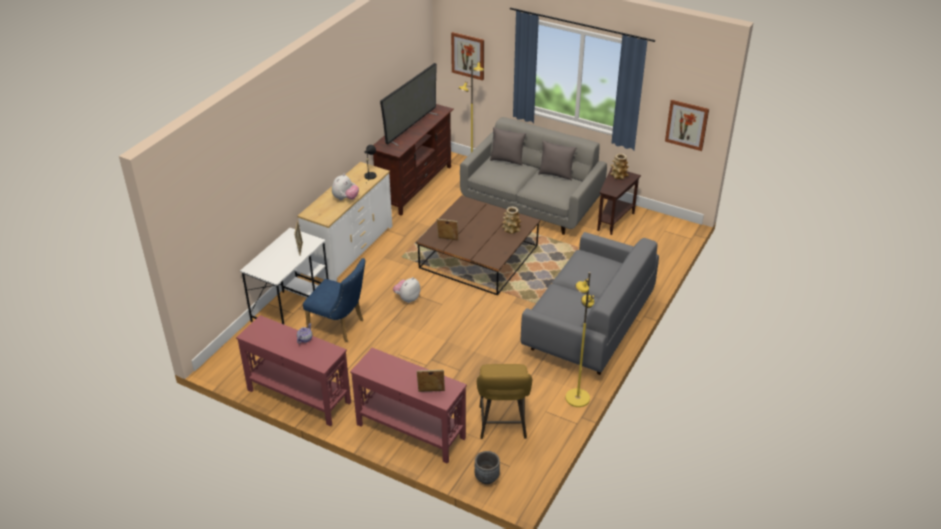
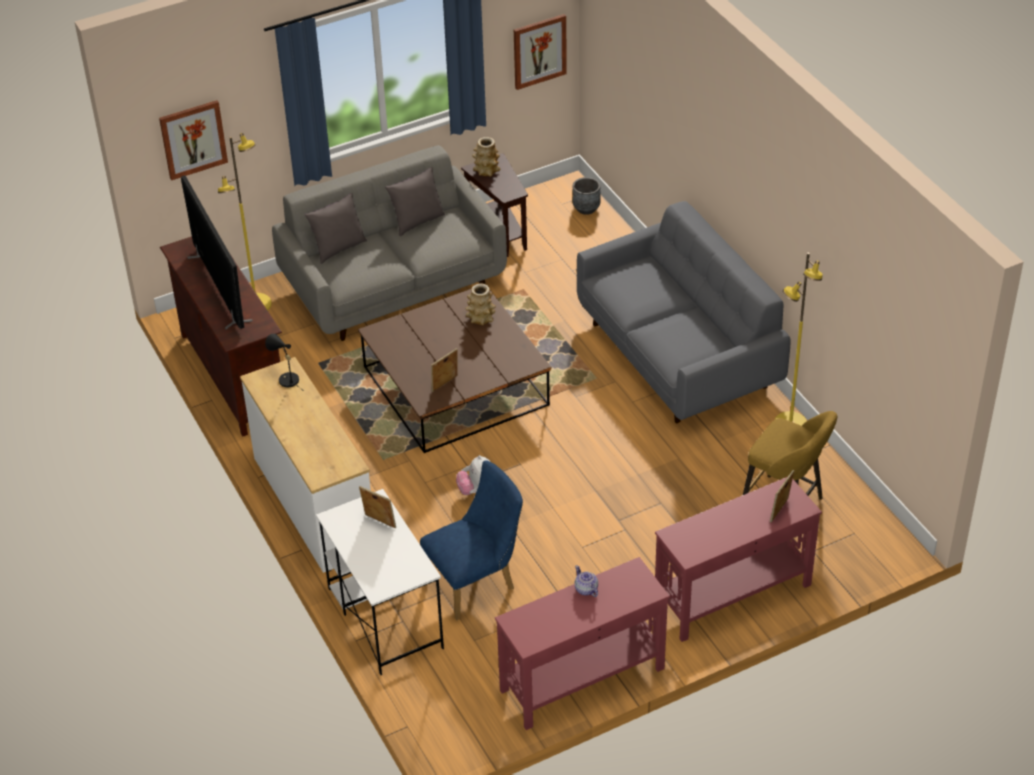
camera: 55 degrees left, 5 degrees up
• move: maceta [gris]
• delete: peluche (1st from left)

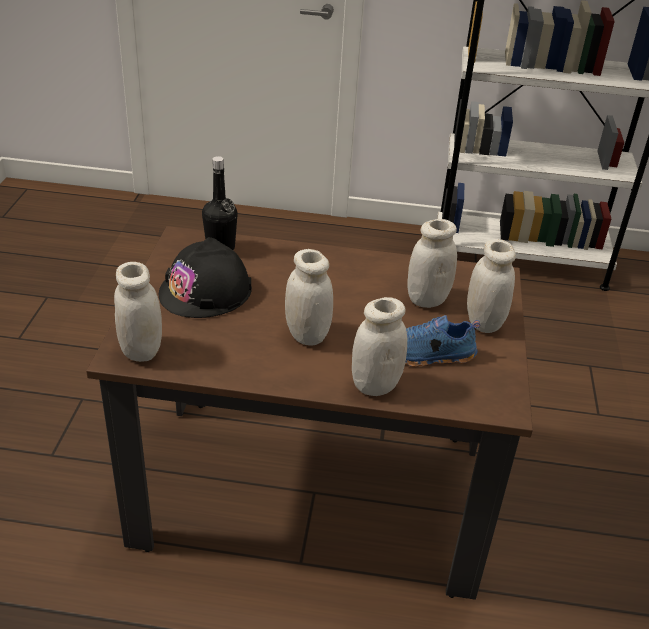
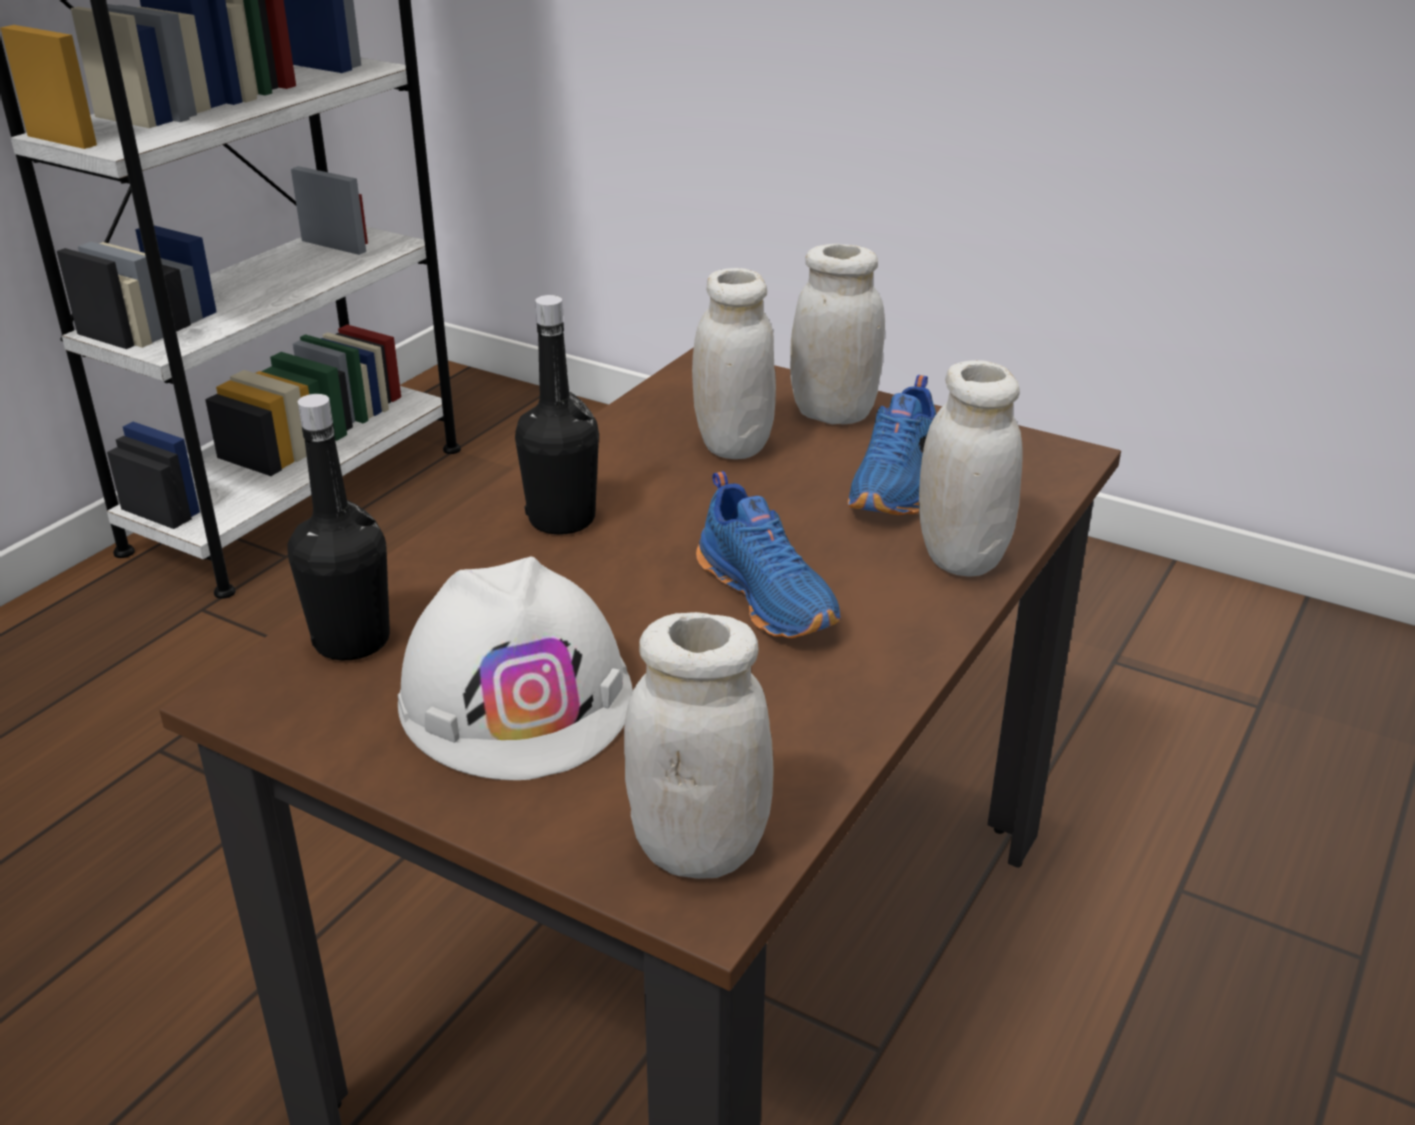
camera: 65 degrees left, 5 degrees down
• recolor: casco [negro] to casco [blanco]
• insert: botella [negro] (2nd from left)
• replace: tarro [blanco] (2nd from left) to zapato [azul] (1st from left)

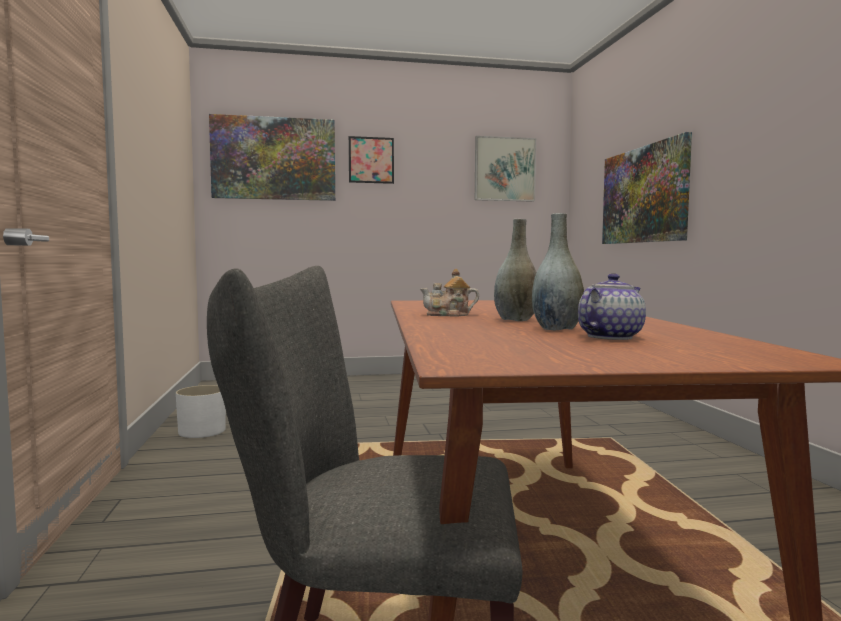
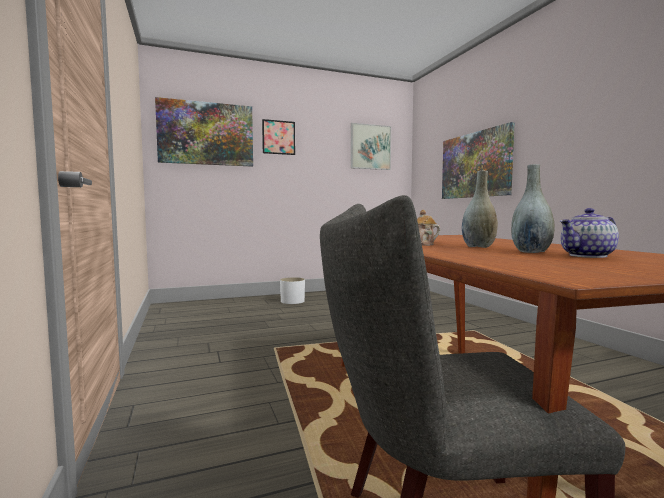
camera: 10 degrees left, 0 degrees up
• move: maceta [blanco]
• rotate: tetera (2nd from left) 150 degrees counterclockwise

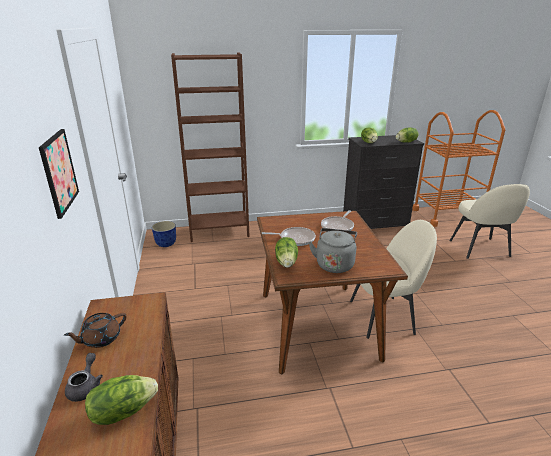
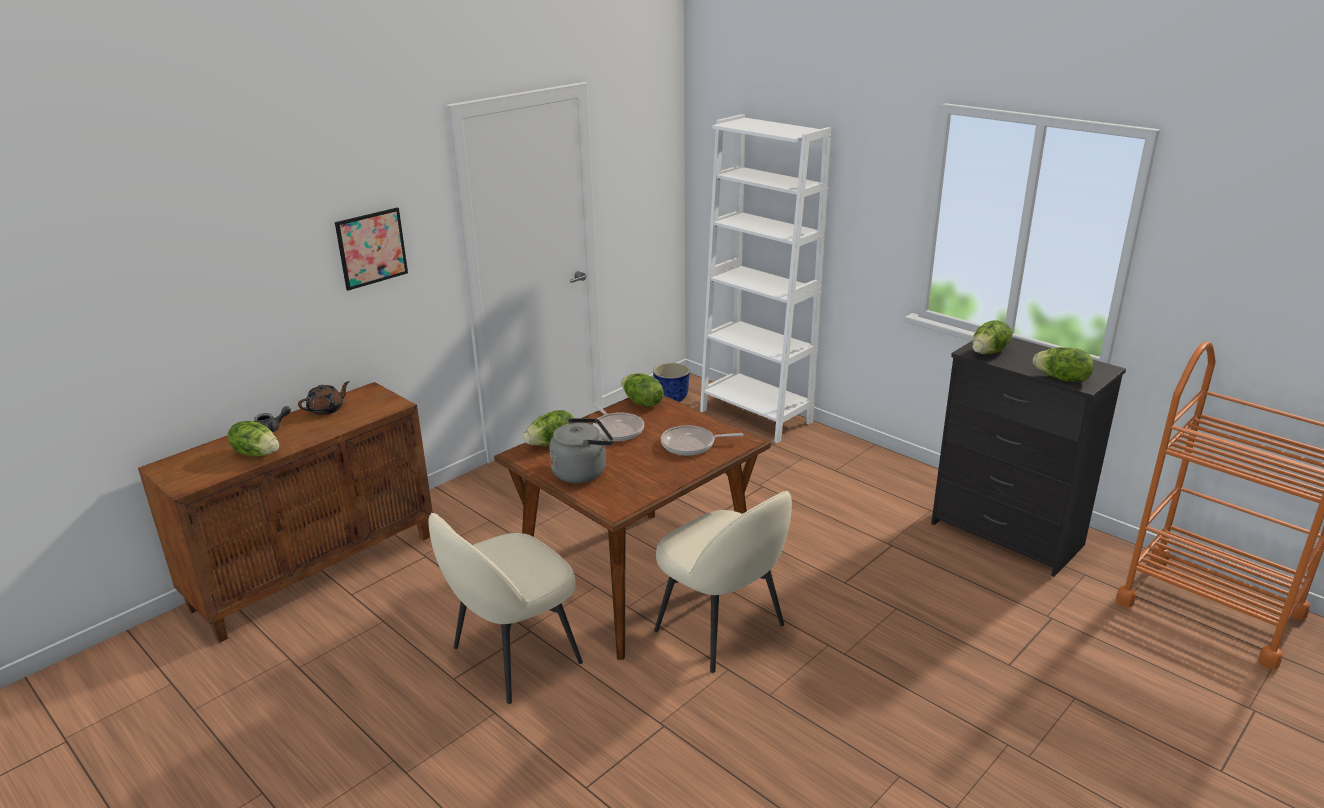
camera: 55 degrees right, 0 degrees up
• rotate: tetera [marrón] 120 degrees clockwise
• move: silla [beis] (2nd from left in the first image) to silla [beis] (1st from left)
• insert: lechuga (3rd from left)
• recolor: estantería [marrón] to estantería [blanco]

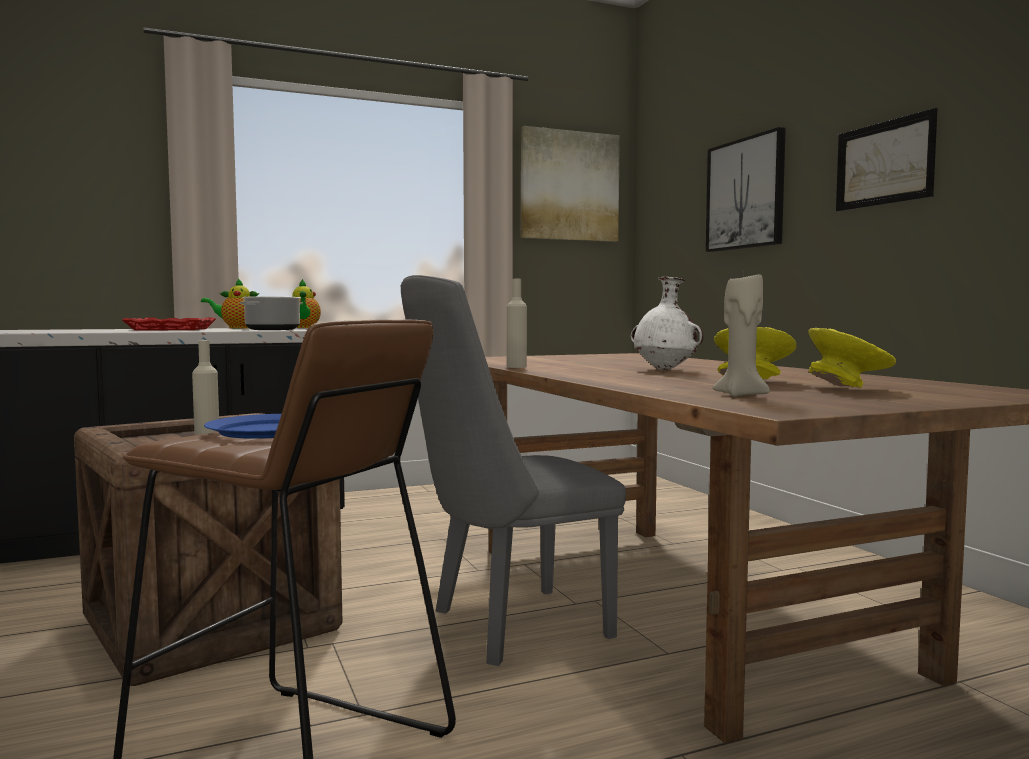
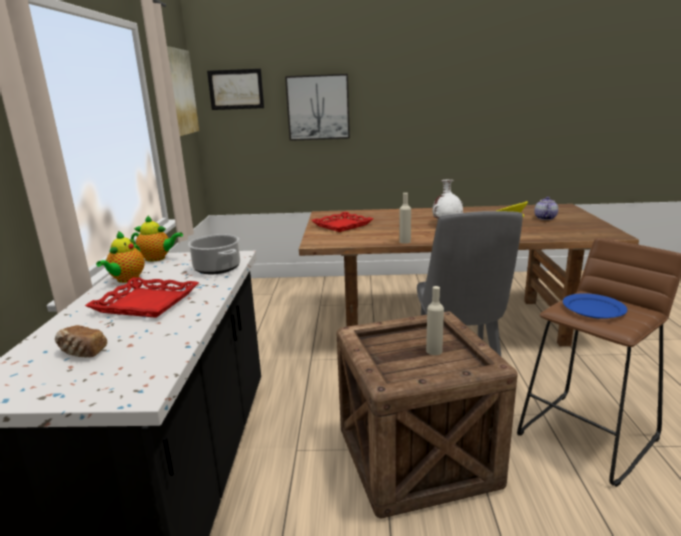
camera: 65 degrees left, 15 degrees up
• insert: pan
• move: cuadro (3rd from left in the first image) to cuadro (2nd from left)
• insert: bandeja [rojo] (2nd from left)
• replace: cuenco [amarillo] (2nd from left) to tetera (3rd from left)
• delete: vela [beis]

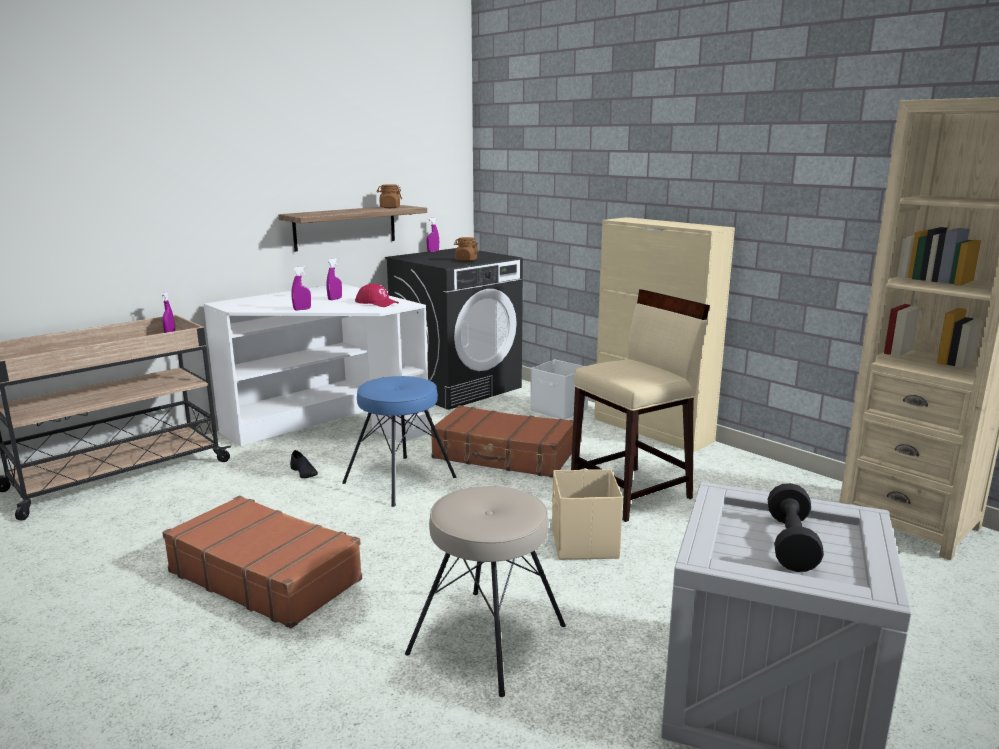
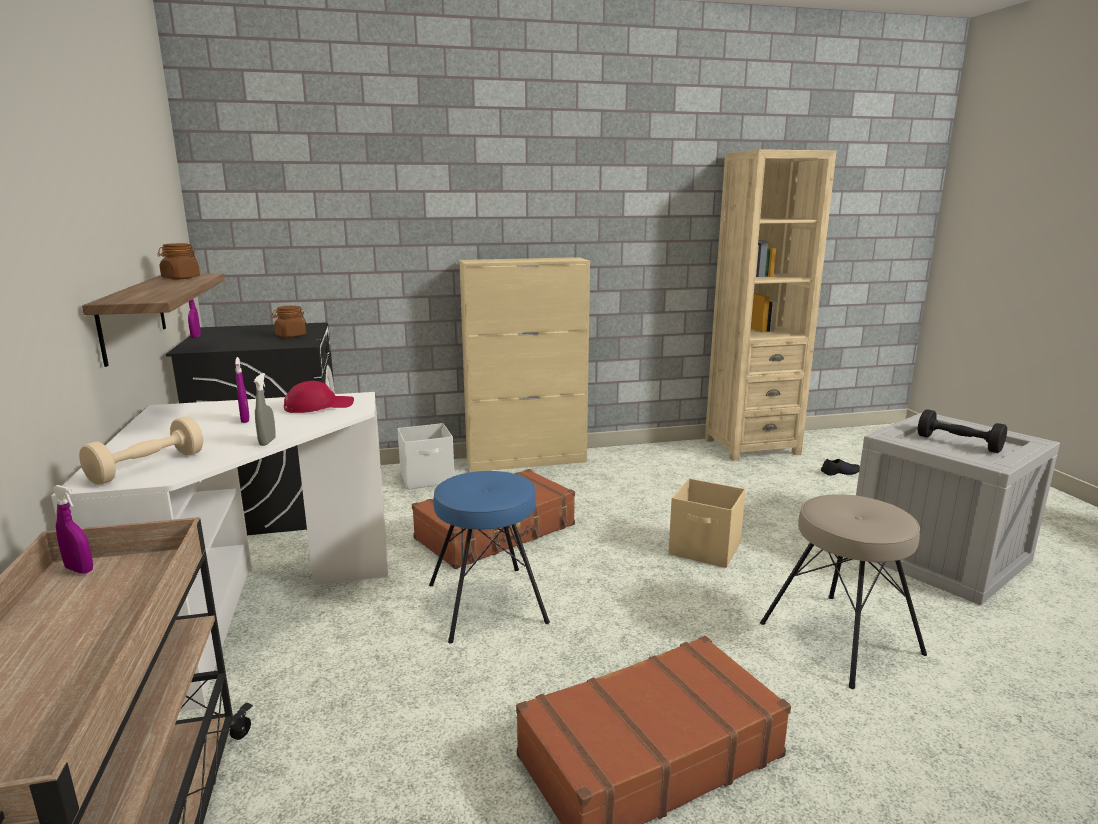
camera: 60 degrees left, 0 degrees up
• insert: mancuerna [beis]
• recolor: pulverizador [morado] (2nd from left) to pulverizador [gris]
• move: zapato [negro]
• delete: taburete [beis] (2nd from left)

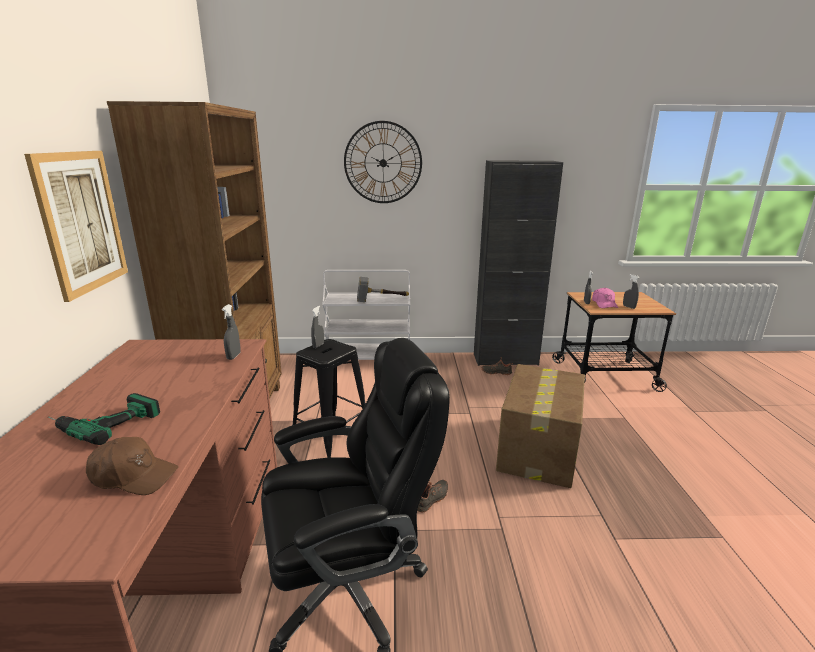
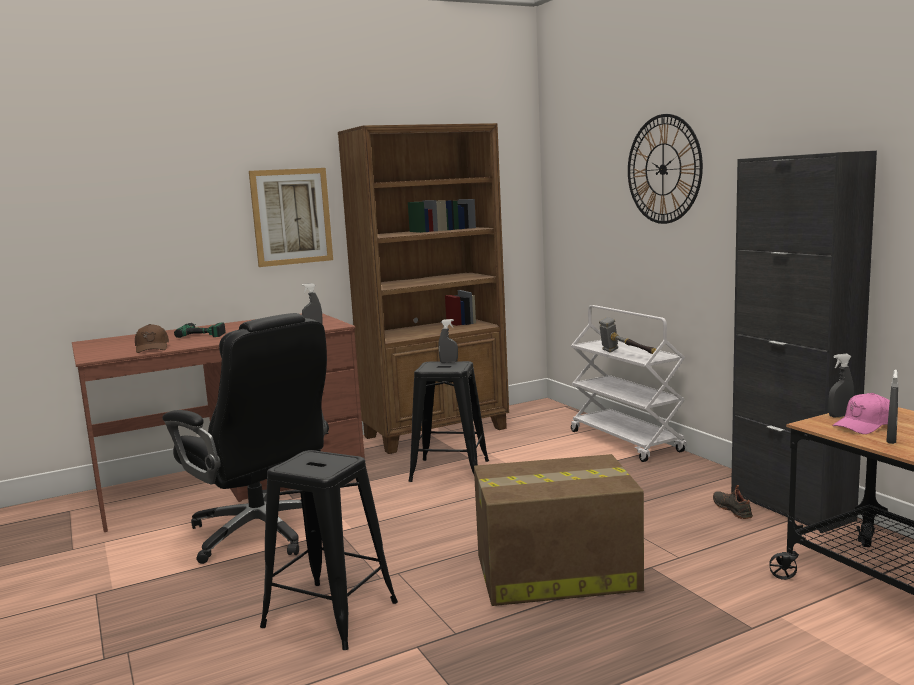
camera: 65 degrees right, 10 degrees down
• insert: taburete [negro] (1st from left)
• delete: zapato [negro] (1st from left)

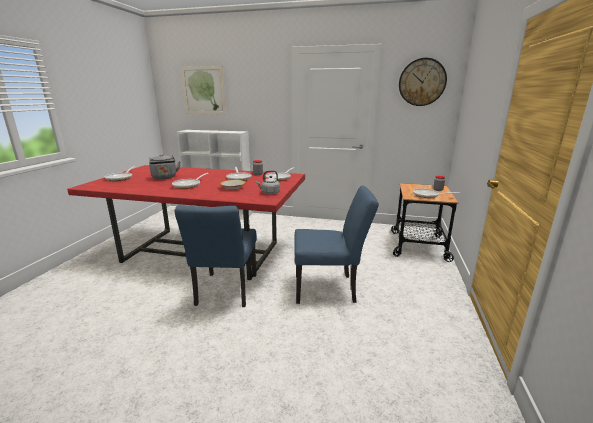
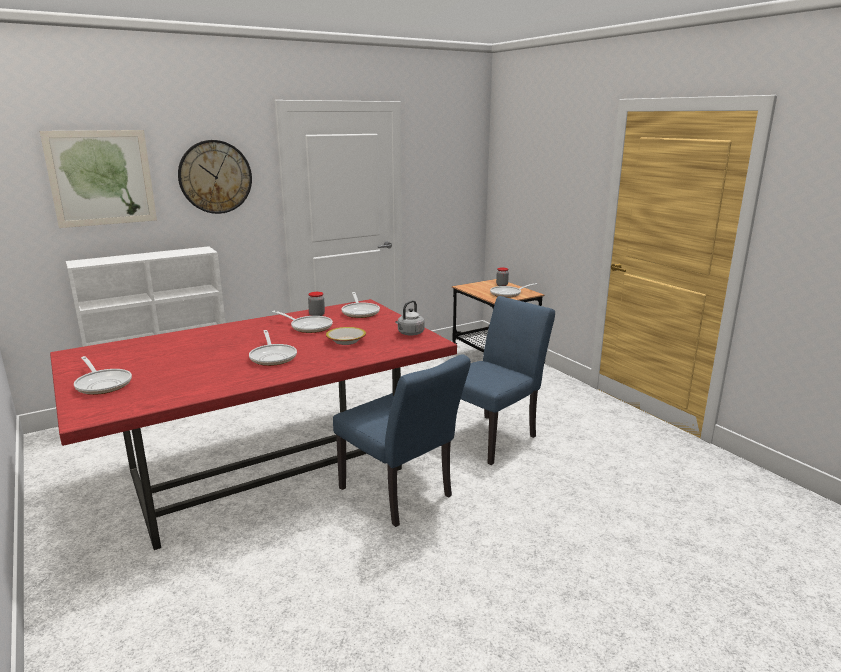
camera: 45 degrees left, 0 degrees up
• move: reloj de pared
• delete: hervidor [gris] (1st from left)

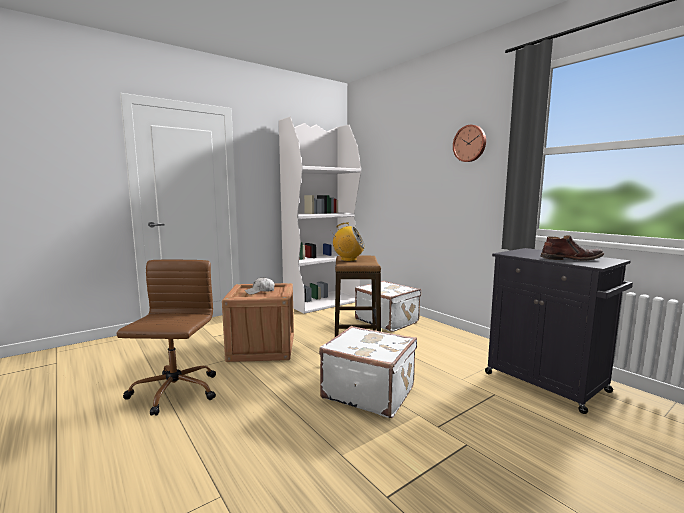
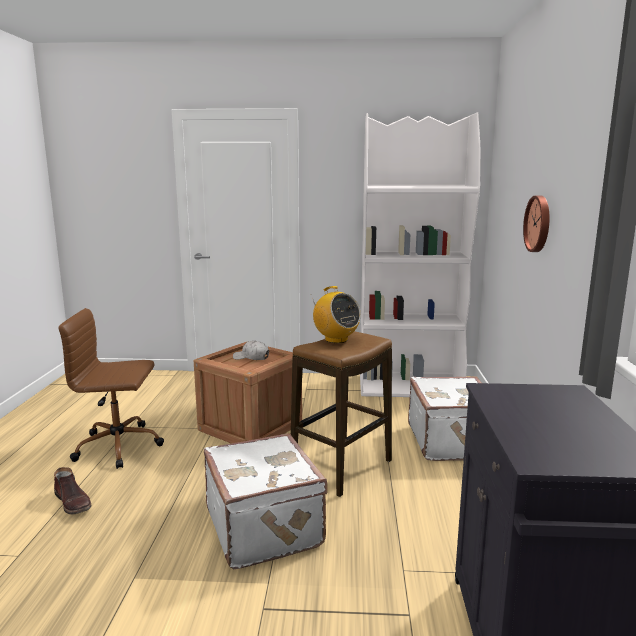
camera: 40 degrees right, 5 degrees up
• move: bota [marrón]
• rotate: silla de oficina [marrón] 135 degrees counterclockwise
• move: reloj de pared

